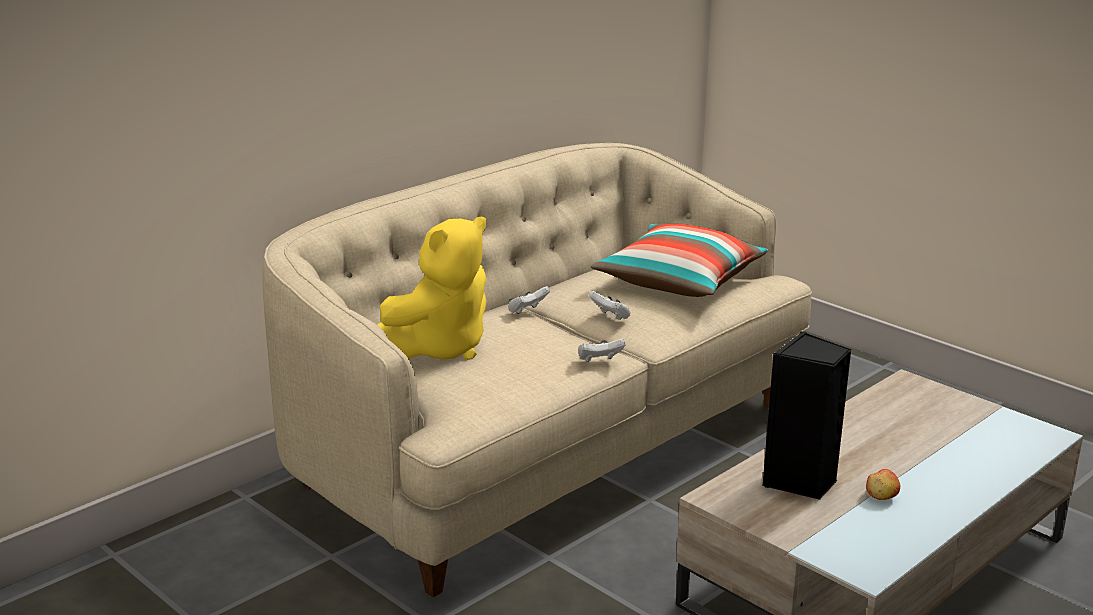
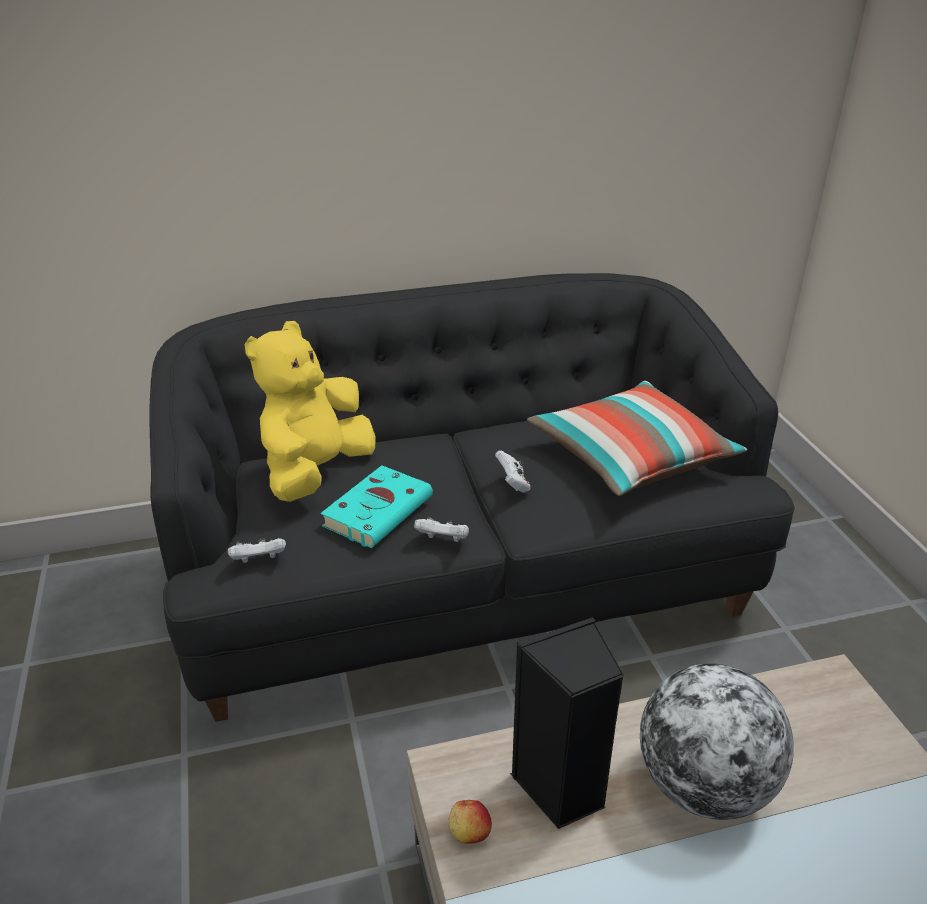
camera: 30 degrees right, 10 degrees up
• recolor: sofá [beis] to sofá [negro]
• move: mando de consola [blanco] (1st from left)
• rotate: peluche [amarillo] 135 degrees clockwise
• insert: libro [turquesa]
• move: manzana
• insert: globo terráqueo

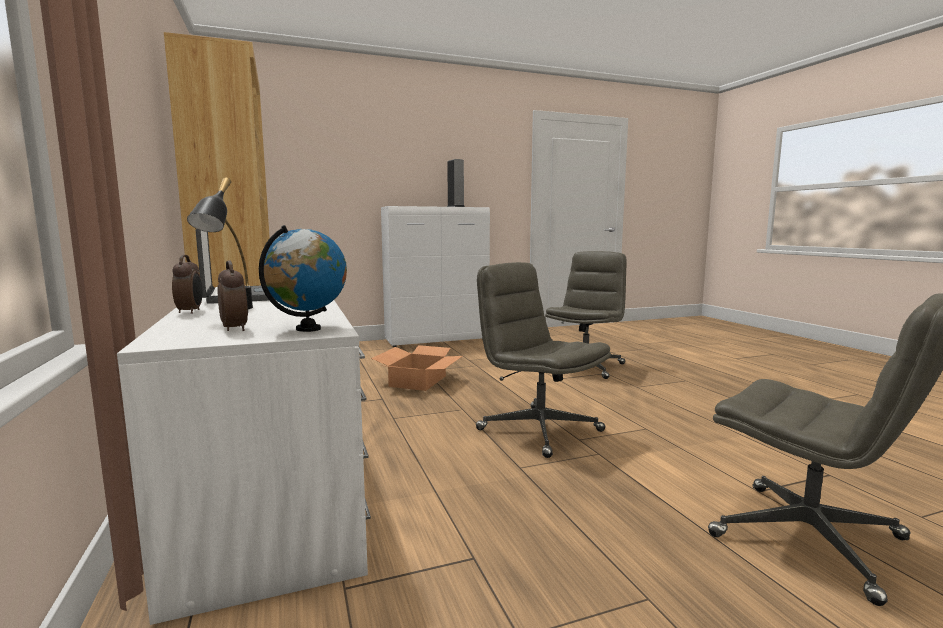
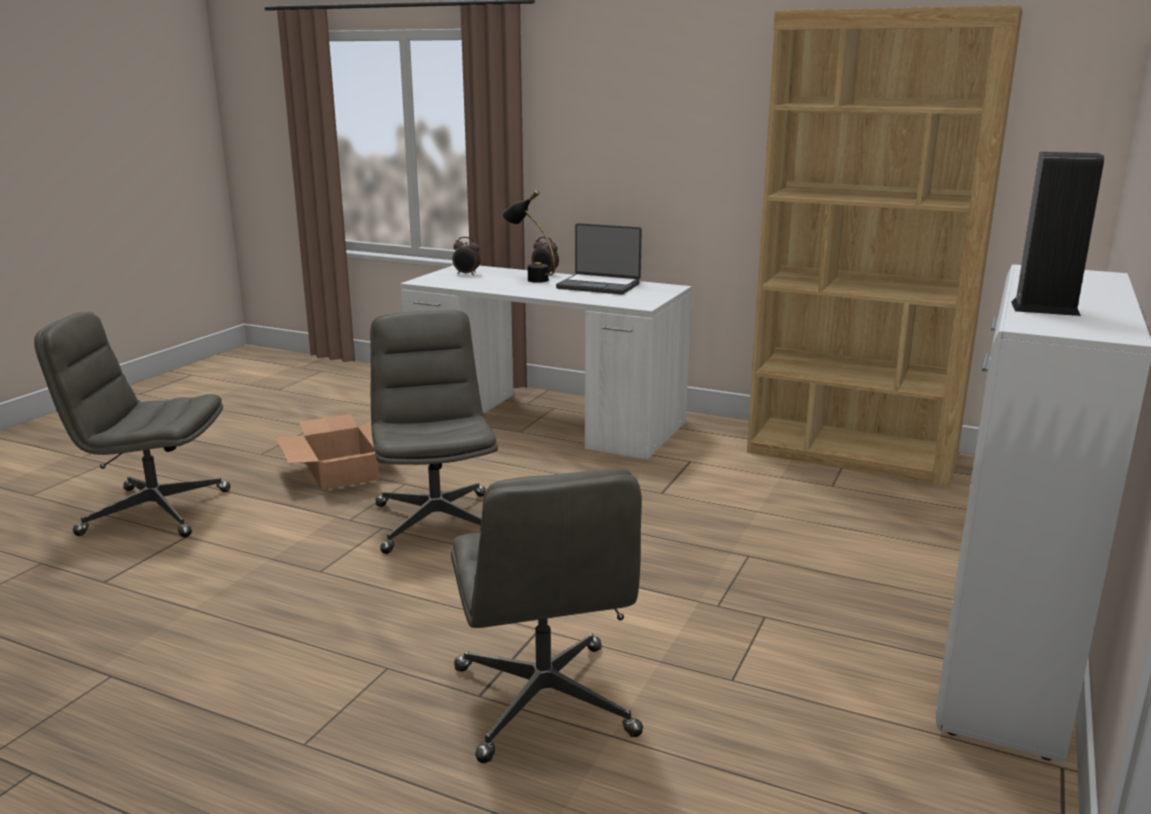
camera: 135 degrees right, 10 degrees up
• move: caja de cartón
• rotate: silla de oficina [gris] (1st from left in the first image) 105 degrees counterclockwise
• delete: globo terráqueo

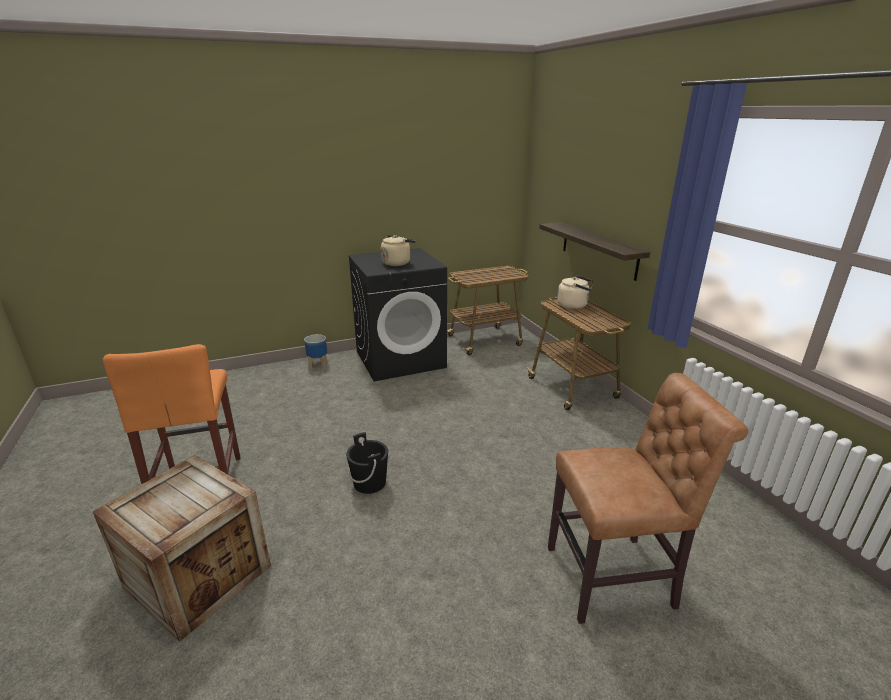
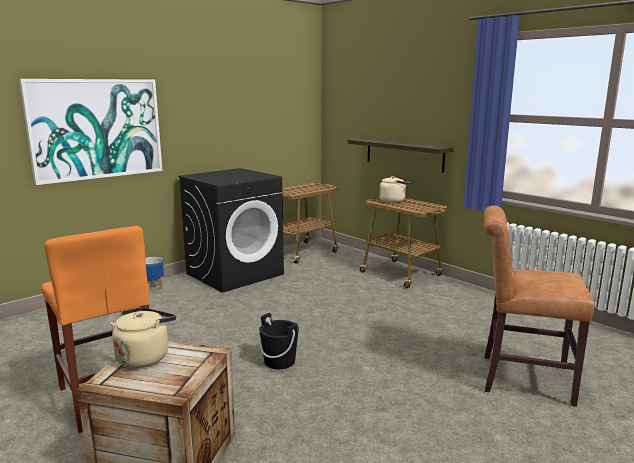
camera: 20 degrees left, 10 degrees down
• insert: cuadro
• move: hervidor [beis] (1st from left)
• rotate: silla [marrón] 135 degrees counterclockwise

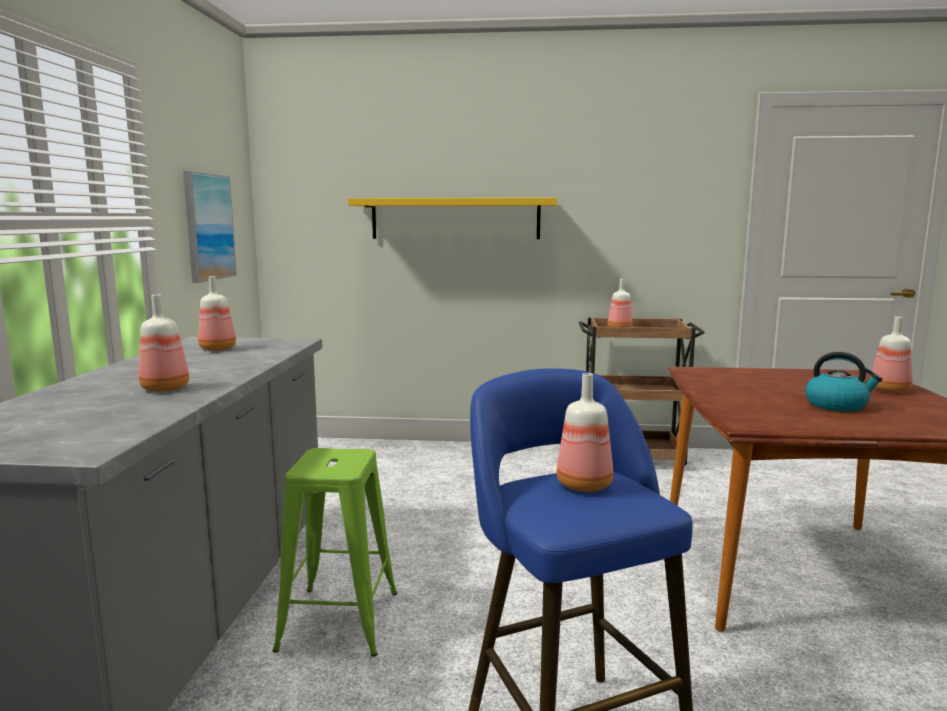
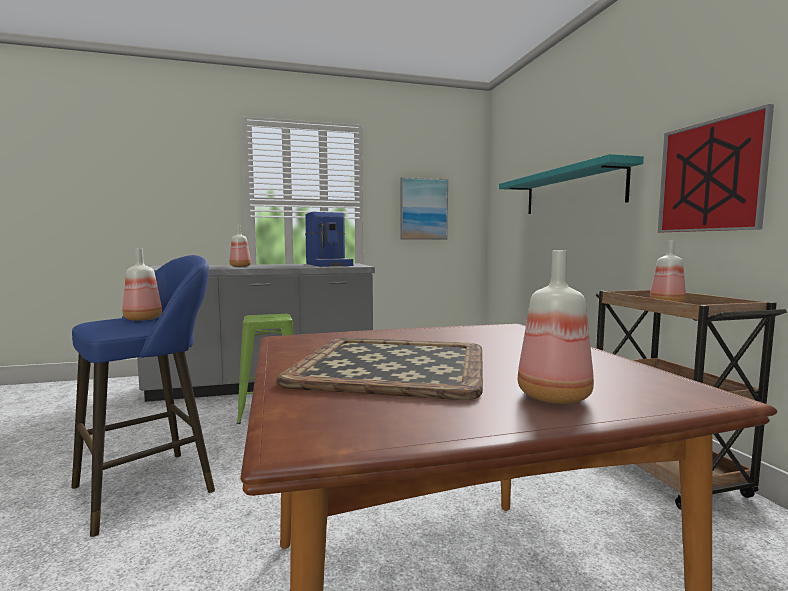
camera: 70 degrees right, 5 degrees down
• replace: hervidor to bandeja
• replace: botella (2nd from left) to cafetera
• recolor: estante [amarillo] to estante [turquesa]
• insert: cuadro (2nd from left)

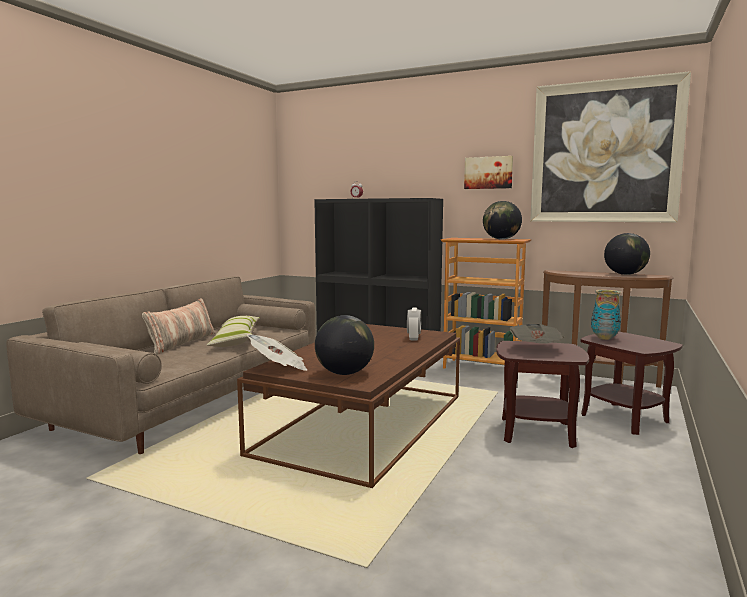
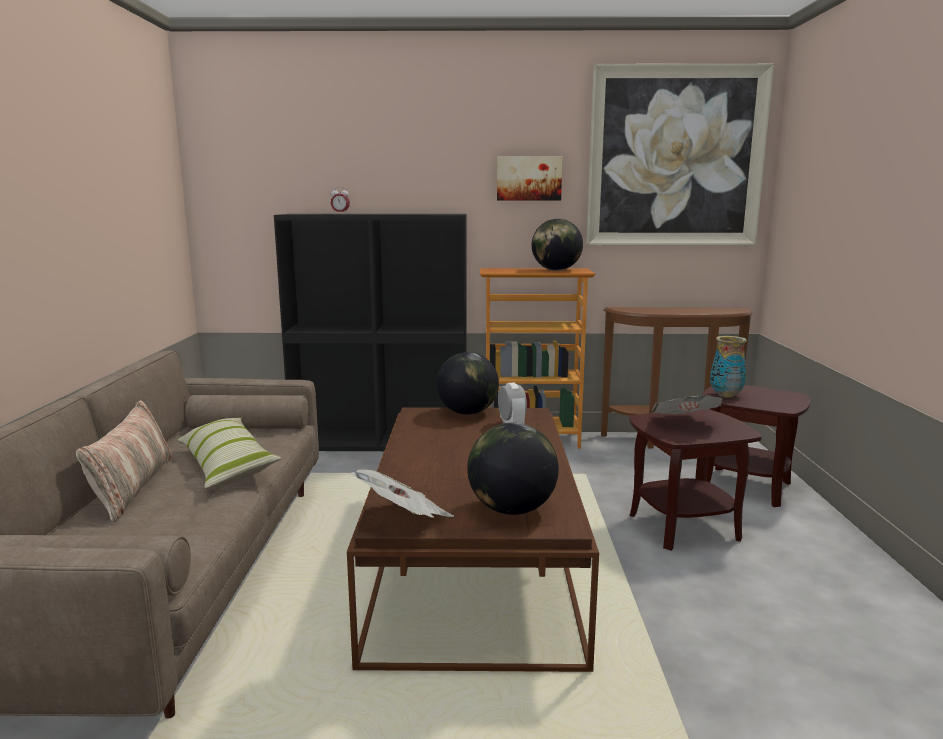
camera: 25 degrees left, 5 degrees up
• move: globo terráqueo (3rd from left in the first image) to globo terráqueo (1st from left)

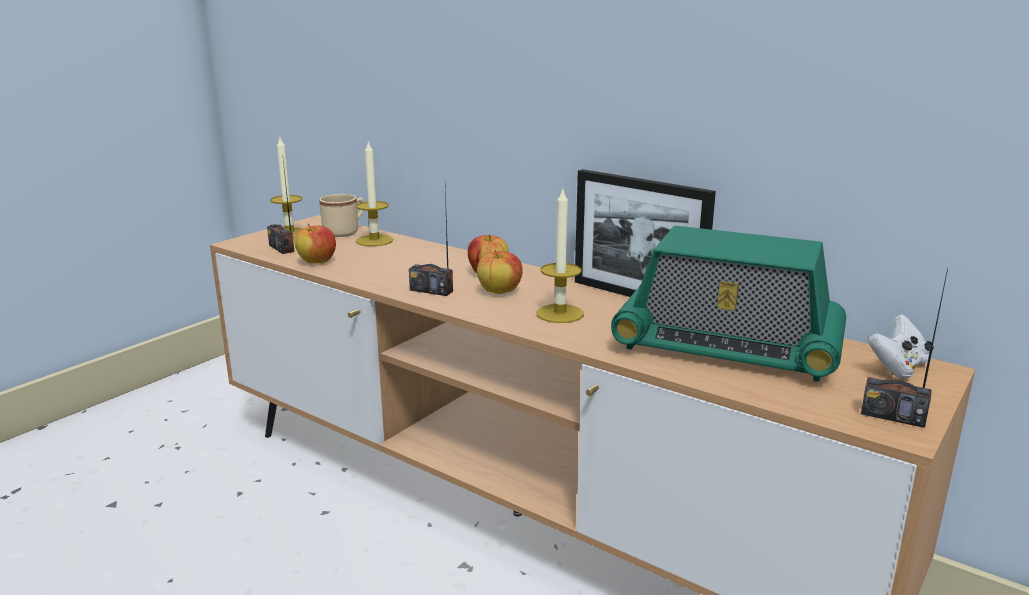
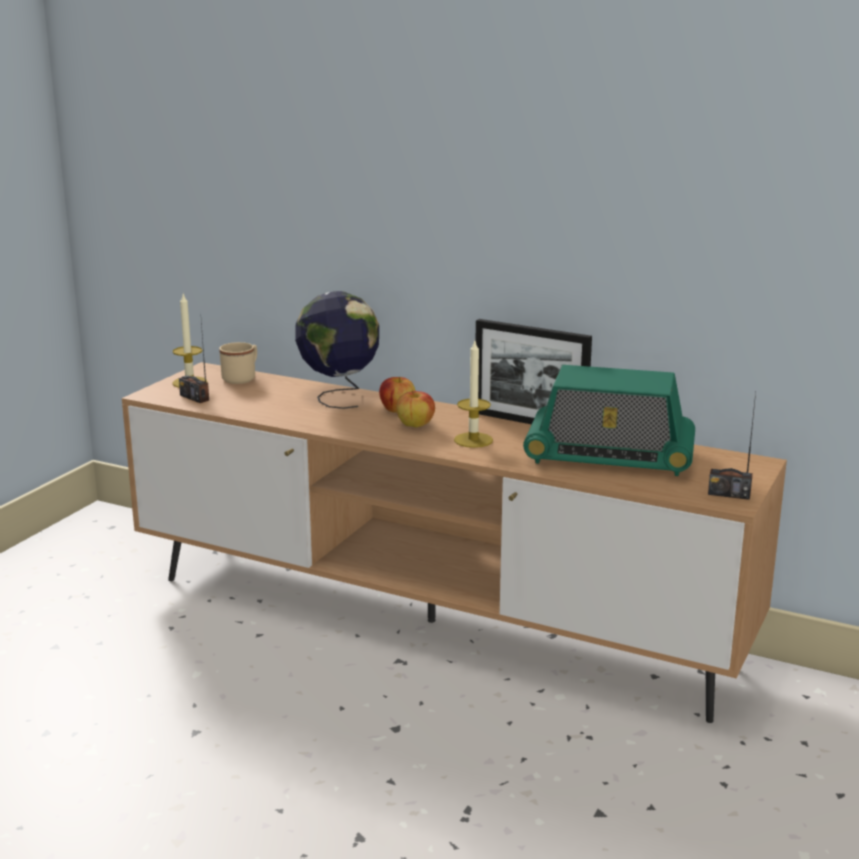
camera: 10 degrees left, 0 degrees up
• insert: globo terráqueo
• delete: manzana (1st from left)
• delete: vela (2nd from left)
• delete: radio (2nd from left)
• delete: mando de consola [blanco]

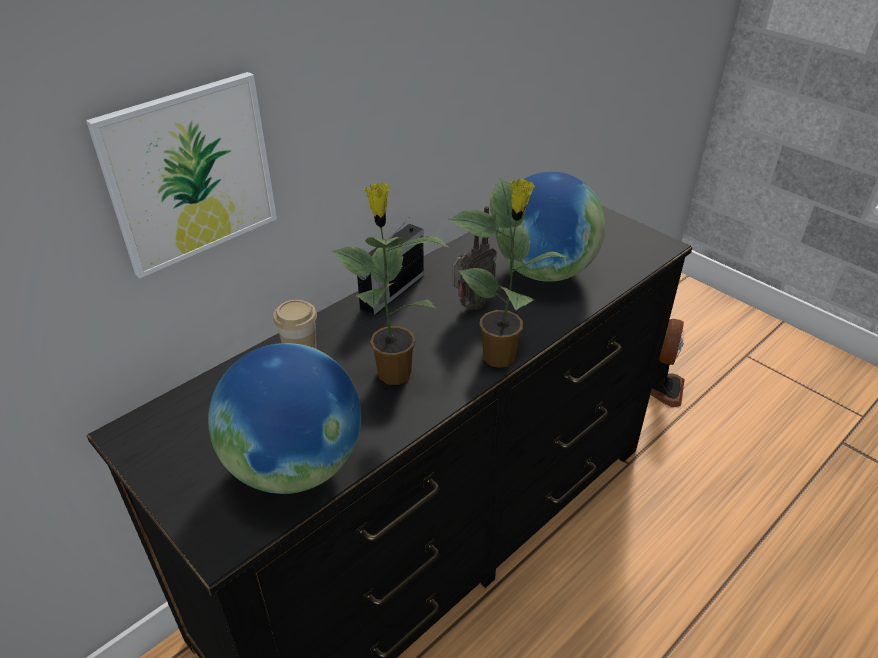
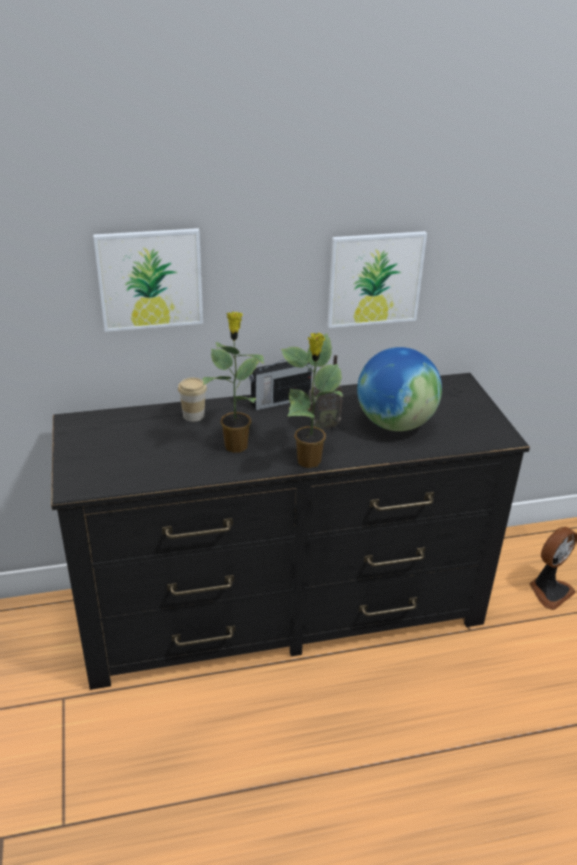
camera: 30 degrees right, 5 degrees down
• insert: cuadro (2nd from left)
• delete: globo terráqueo (1st from left)

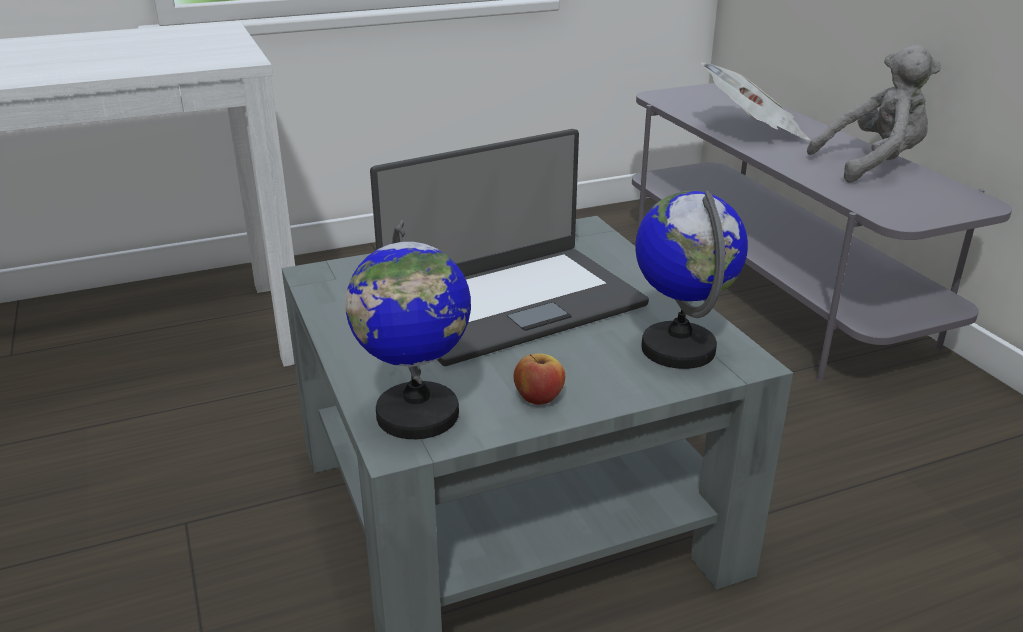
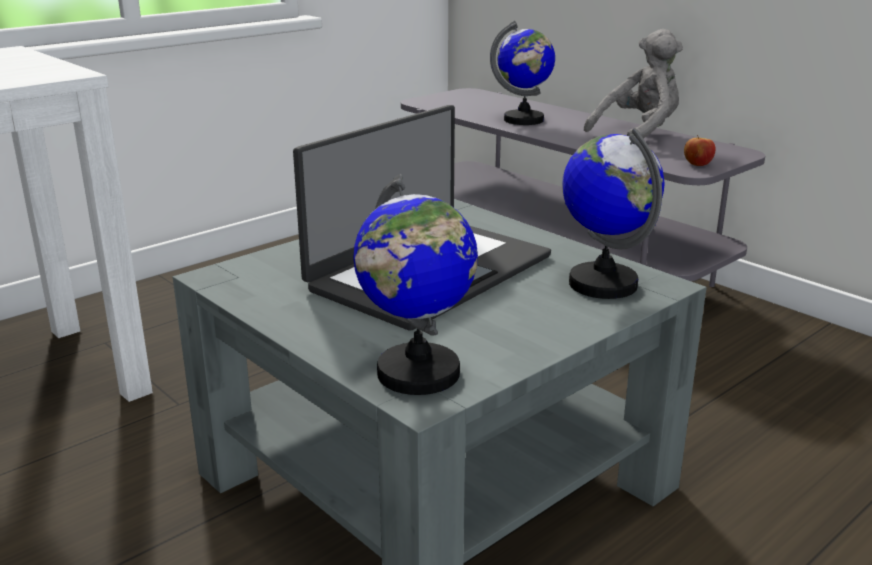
camera: 20 degrees left, 5 degrees down
• replace: periódico to globo terráqueo (2nd from left)
• move: manzana

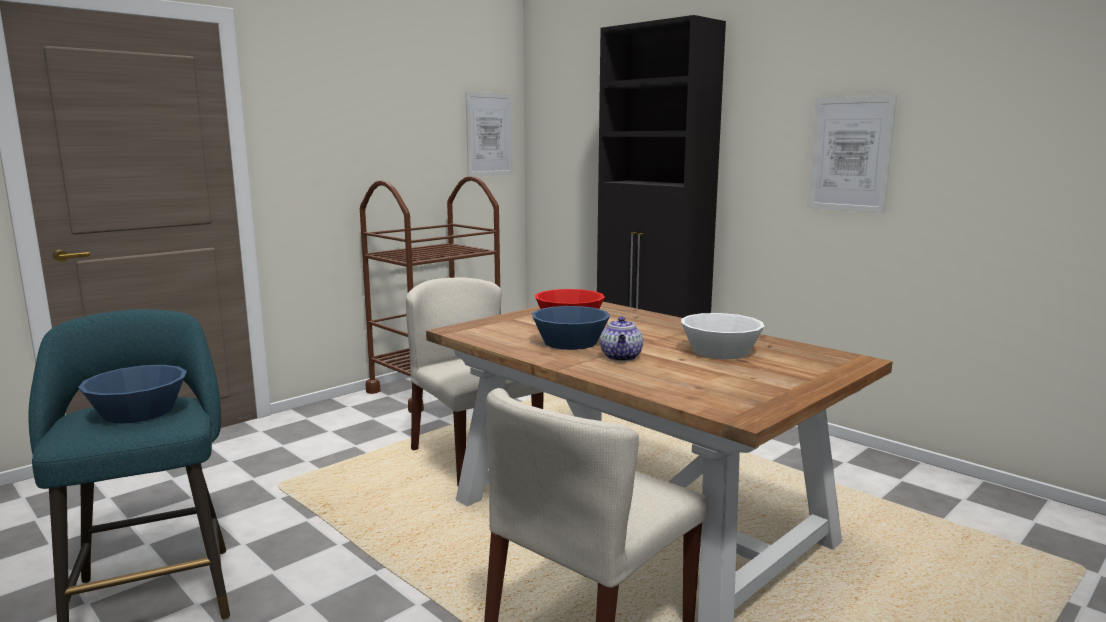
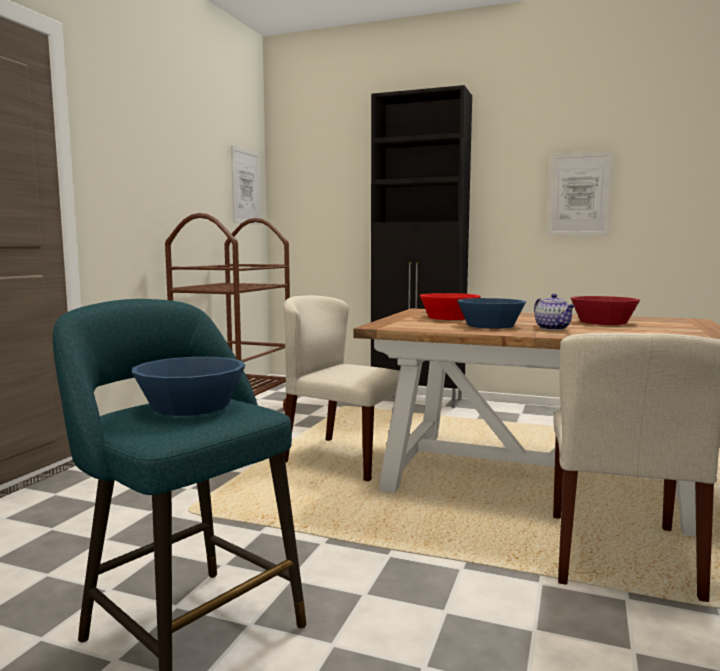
camera: 25 degrees left, 5 degrees down
• recolor: cuenco [blanco] to cuenco [rojo] (2nd from left)

